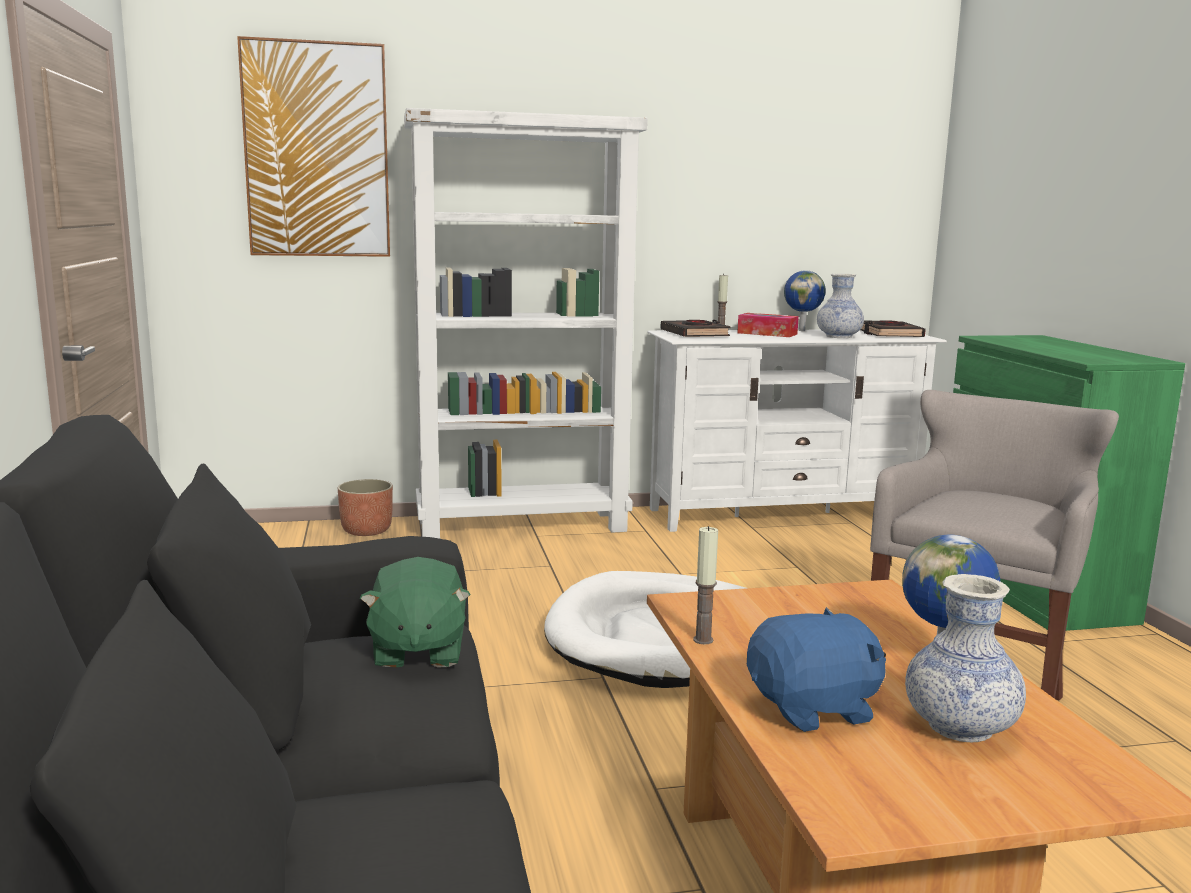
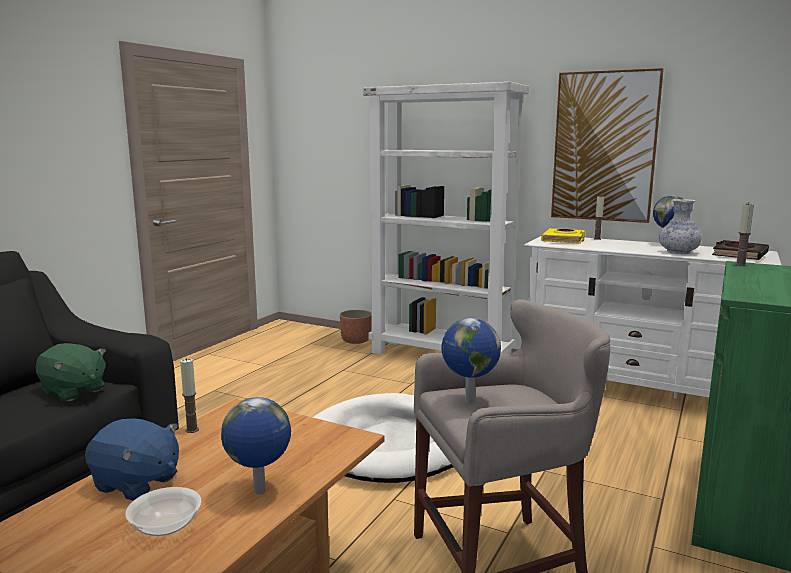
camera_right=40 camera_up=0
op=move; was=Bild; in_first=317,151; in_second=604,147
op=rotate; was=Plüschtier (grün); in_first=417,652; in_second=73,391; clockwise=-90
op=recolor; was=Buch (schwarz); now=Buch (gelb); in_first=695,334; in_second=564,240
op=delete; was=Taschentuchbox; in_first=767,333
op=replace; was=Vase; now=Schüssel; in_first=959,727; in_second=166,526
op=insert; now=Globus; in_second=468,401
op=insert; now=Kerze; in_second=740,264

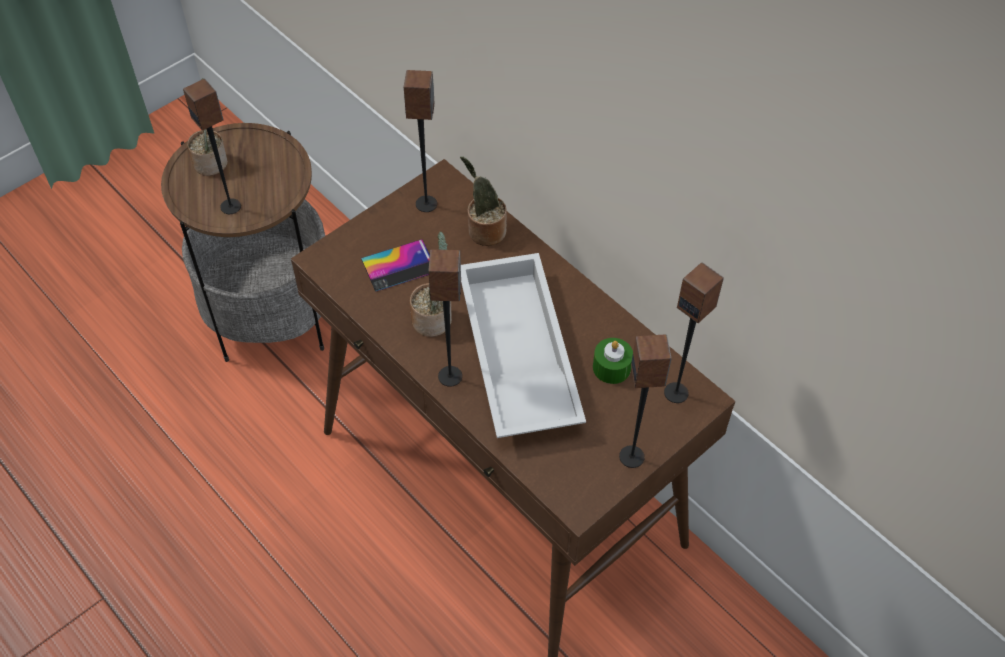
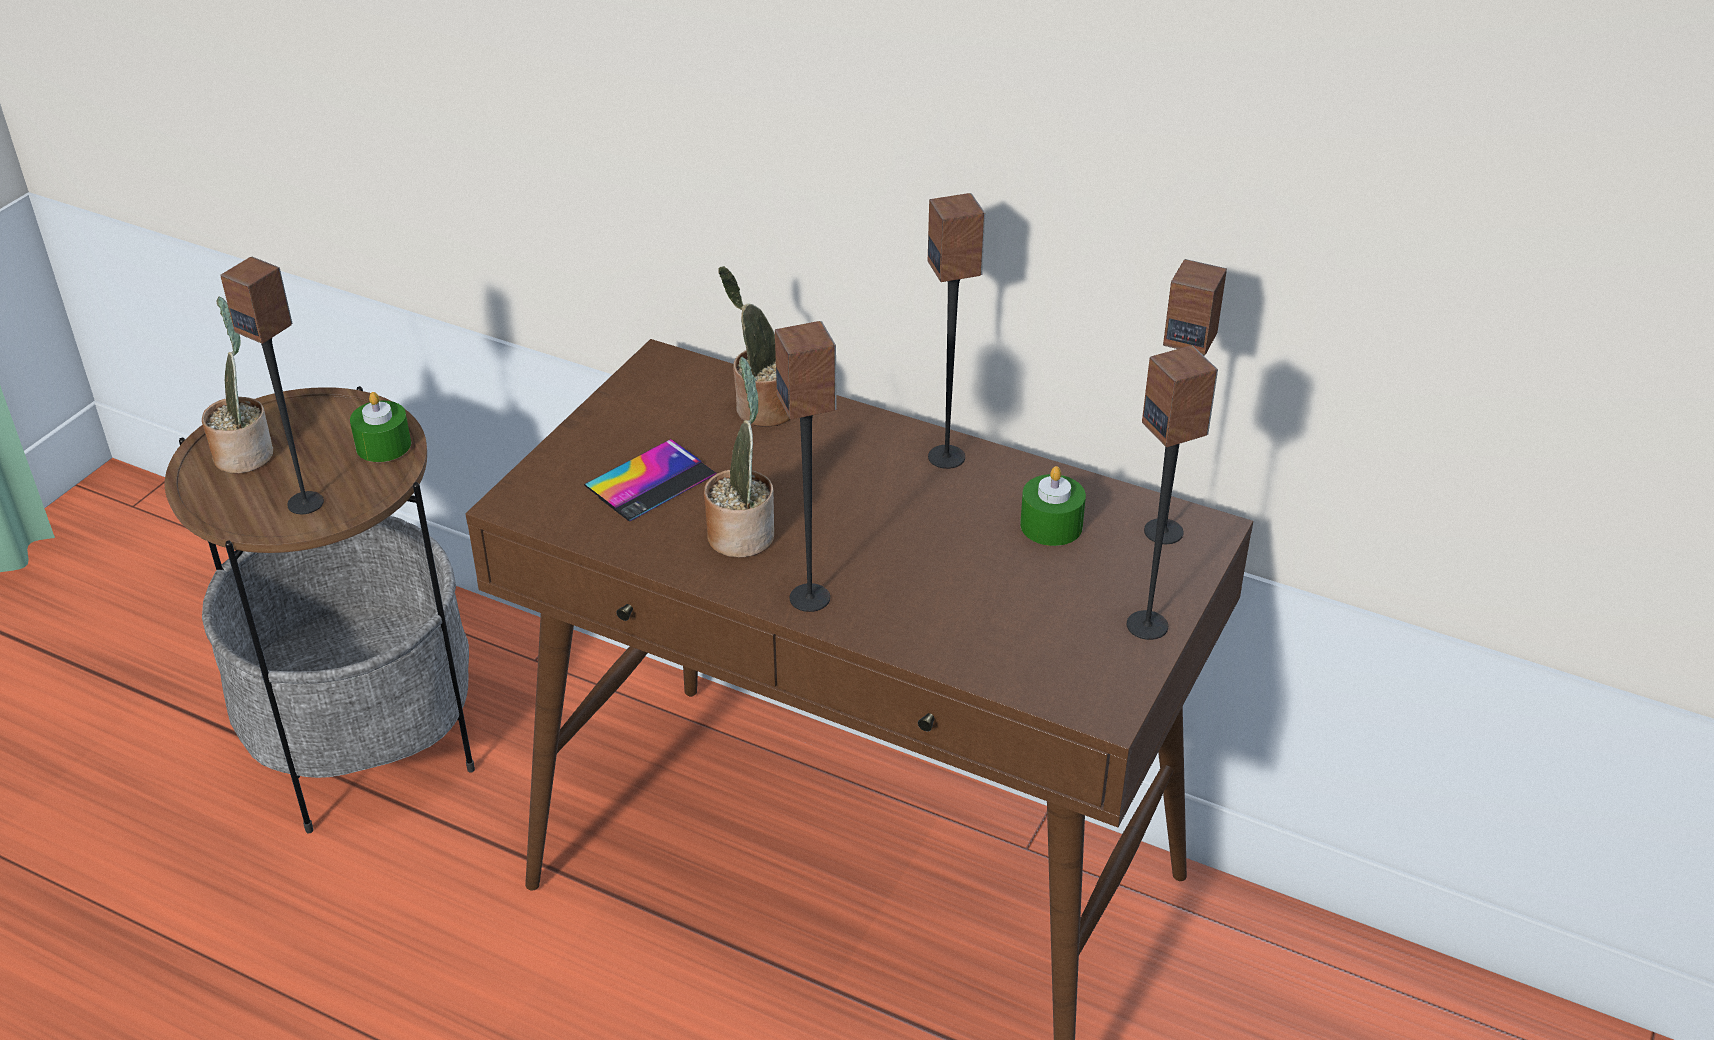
camera_right=-20 camera_up=-15
op=move; was=Lautsprecher; in_first=427,204; in_second=947,457
op=delete; was=Tablett (weiß); in_first=514,354
op=insert; now=Kerze (grün); in_second=383,445

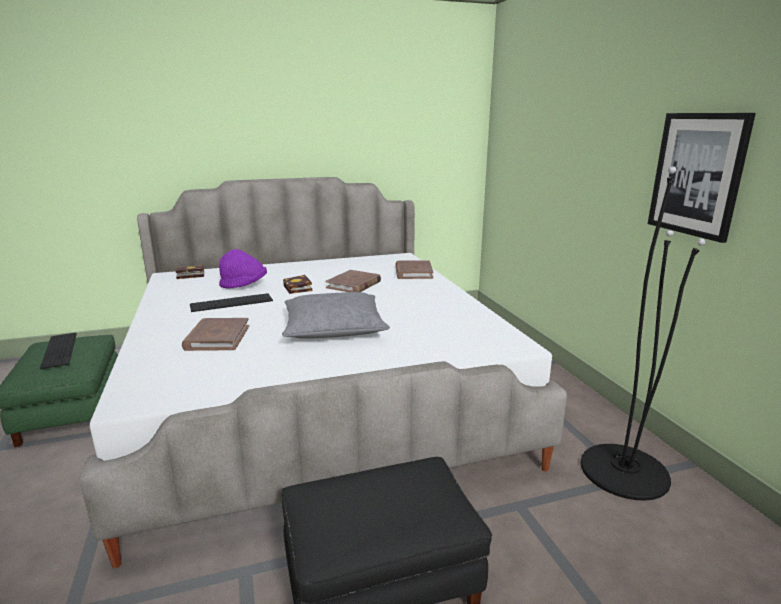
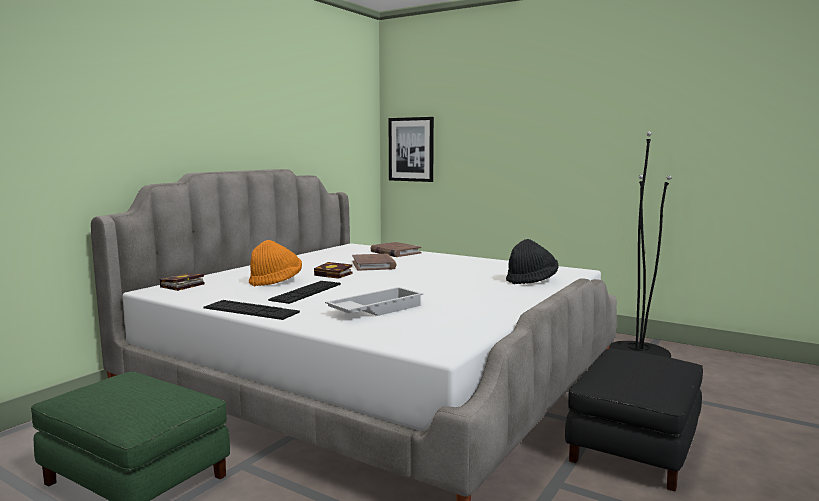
camera_right=-40 camera_up=-10
op=move; was=Tastatur; in_first=59,350; in_second=251,310
op=replace; was=Buch (braun); now=Tablett (weiß); in_first=217,337; in_second=375,309
op=recolor; was=Hut (lila); now=Hut (orange); in_first=244,286; in_second=276,282
op=delete; was=Kissen (grau); in_first=333,328
op=move; was=Bild; in_first=697,174; in_second=411,149
op=insert; now=Hut (schwarz); in_second=531,281

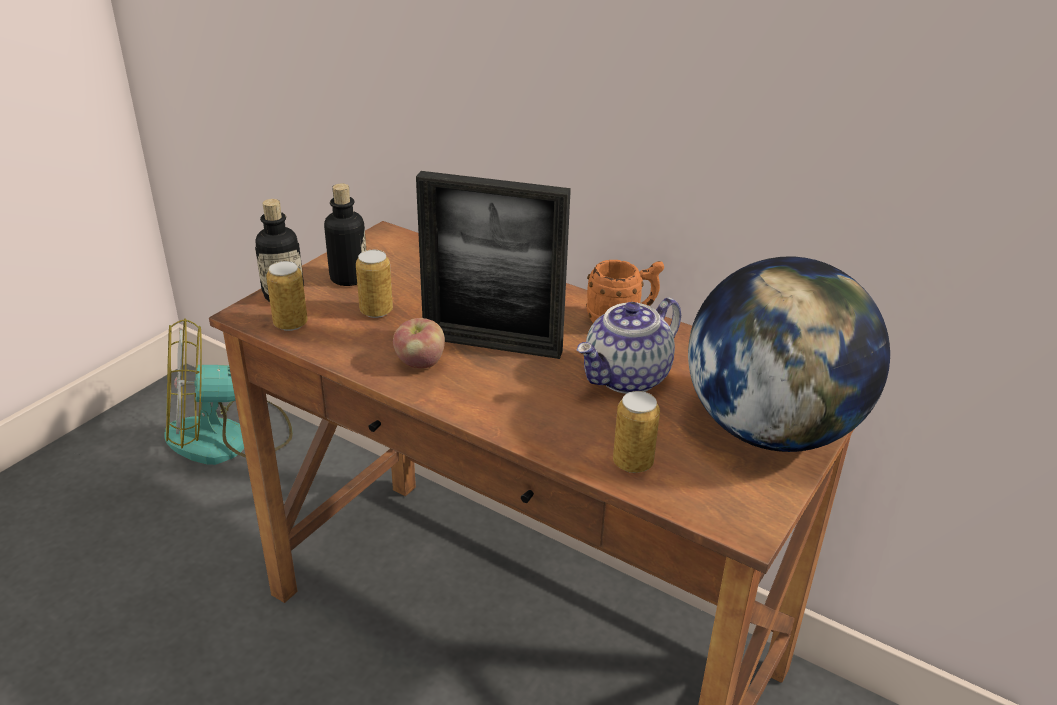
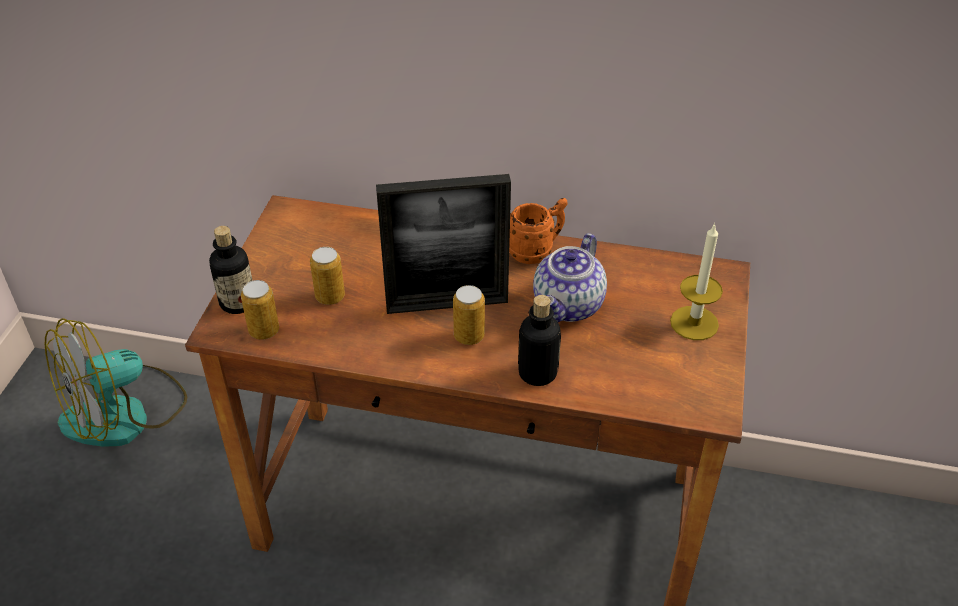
camera_right=-20 camera_up=10
op=move; was=Flasche; in_first=349,278; in_second=537,373
op=delete; was=Apfel; in_first=420,363
op=move; was=Dose; in_first=633,463; in_second=469,336
op=replace; was=Globus; now=Kerze; in_first=770,430; in_second=694,323

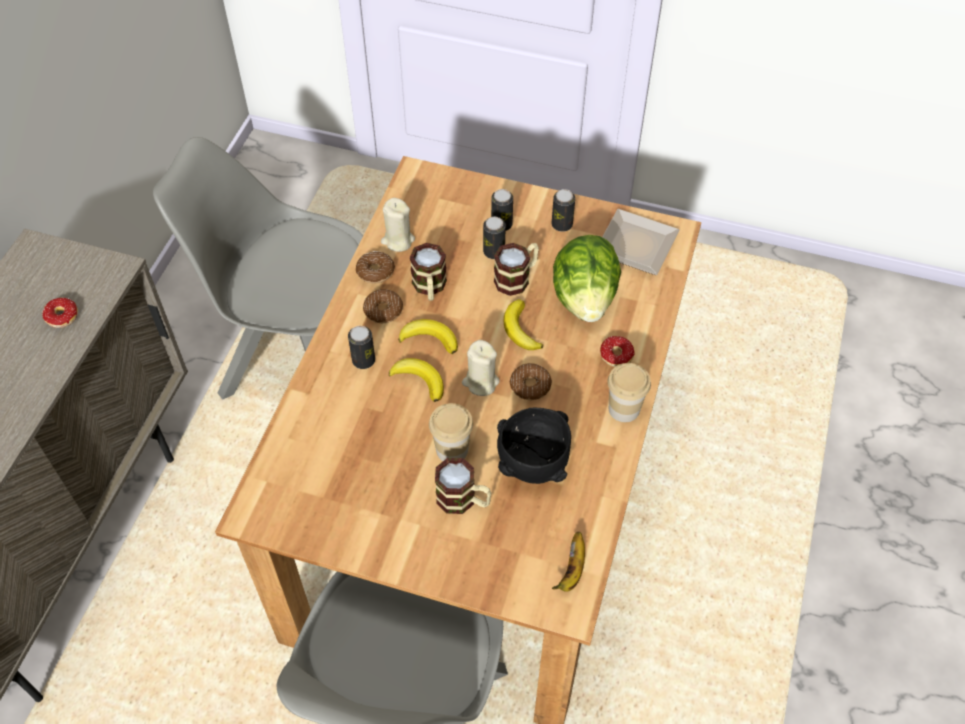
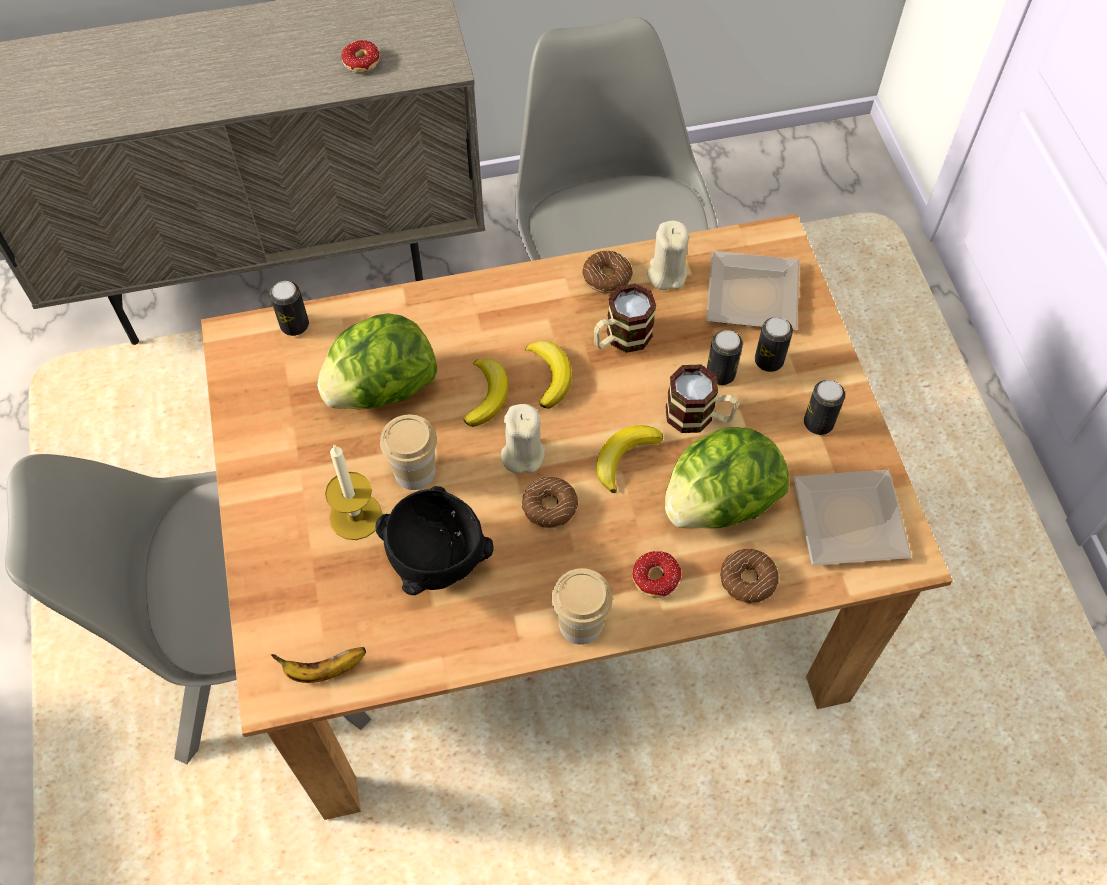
camera_right=60 camera_up=5
op=move; was=Dose; in_first=363,360; in_second=294,325
op=move; was=Donut; in_first=383,310; in_second=748,580
op=replace; was=Henkelbecher; now=Kerze; in_first=463,500; in_second=355,516
op=insert; now=Salatkopf; in_second=382,389
op=insert; now=Teller; in_second=749,297

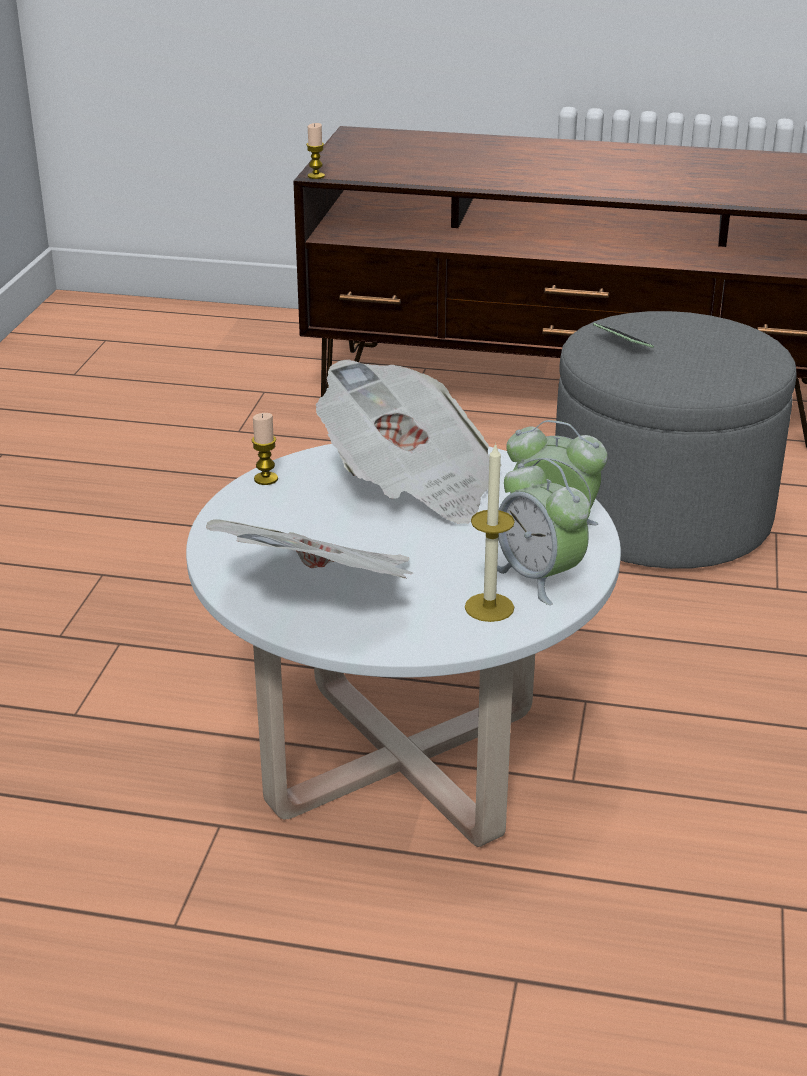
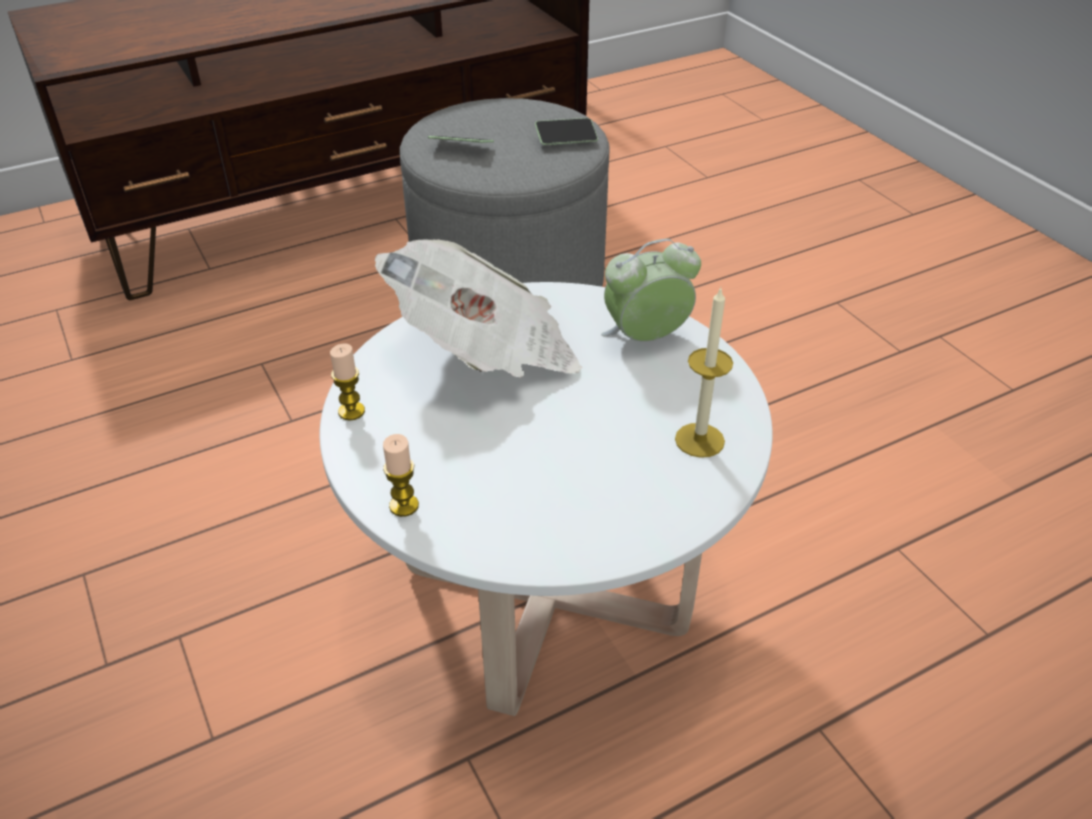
camera_right=-40 camera_up=10
op=delete; was=Zeitung; in_first=322,596
op=move; was=Kerze; in_first=316,176; in_second=404,506
op=delete; was=Wecker; in_first=539,577
op=insert; now=Handy; in_second=566,140

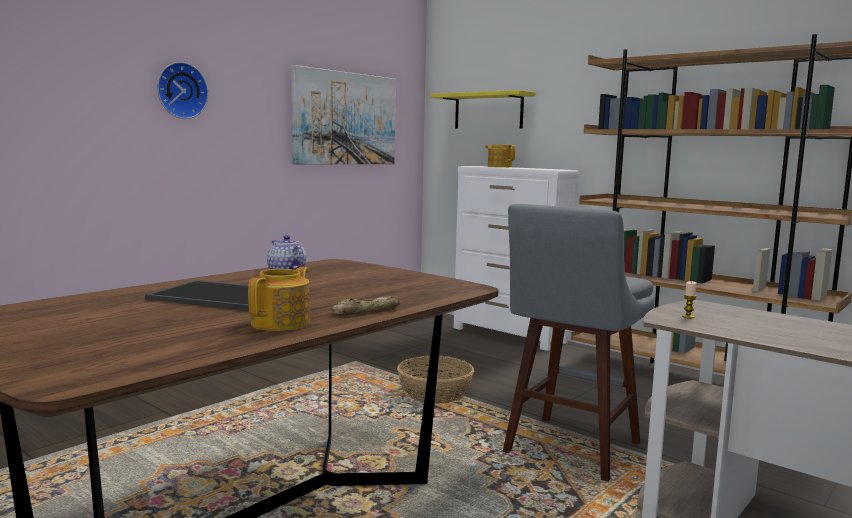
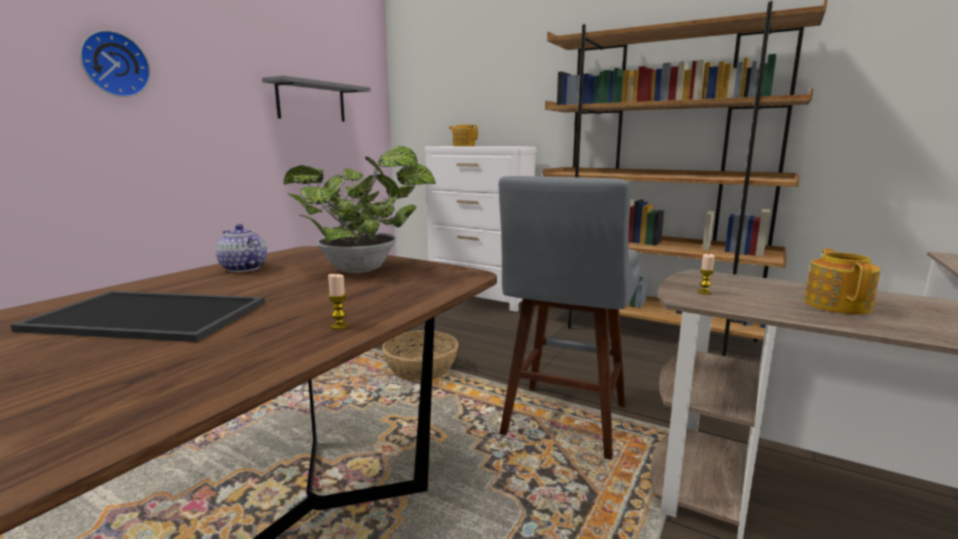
camera_right=-10 camera_up=5
op=move; was=Teekanne; in_first=282,323; in_second=837,305
op=replace; was=Bild; now=Wandregal (grau); in_first=345,118; in_second=311,102
op=replace; was=Brot; now=Kerze; in_first=365,311; in_second=339,326
op=delete; was=Wandregal (gelb); in_first=488,111
op=insert; now=Topfpflanze; in_second=365,269

